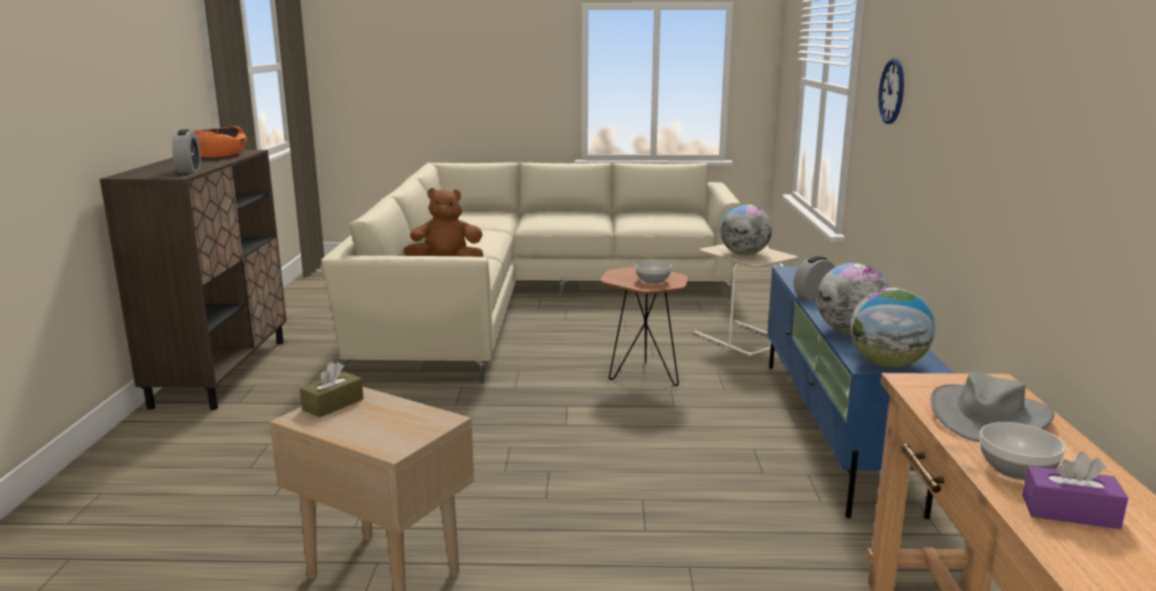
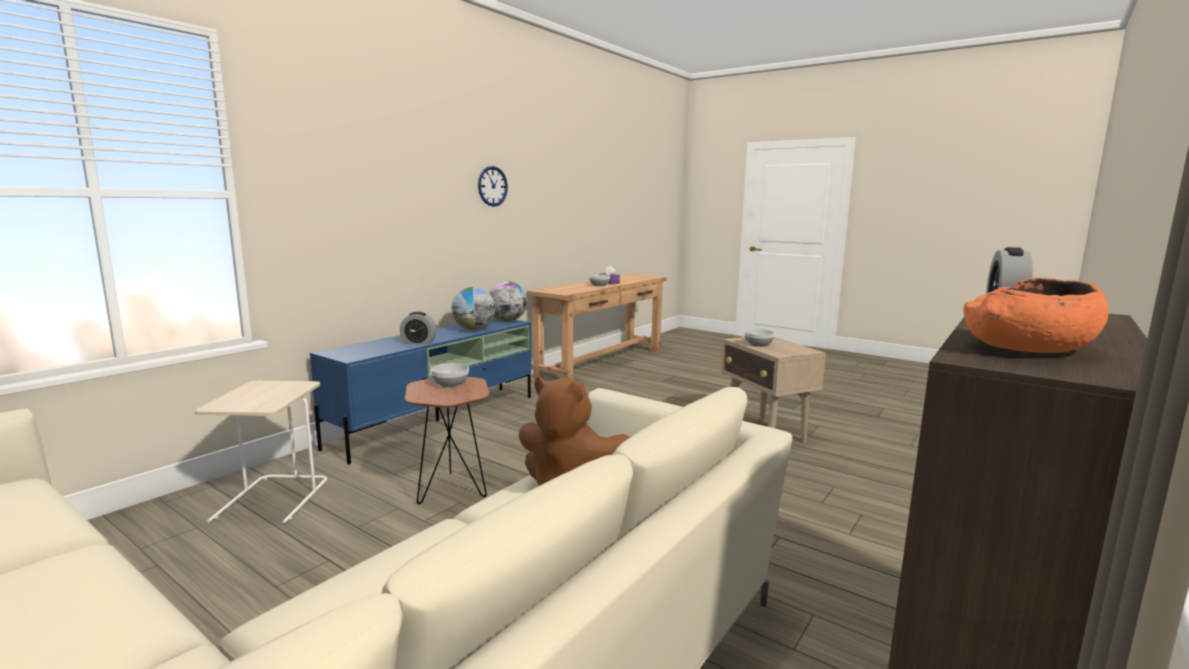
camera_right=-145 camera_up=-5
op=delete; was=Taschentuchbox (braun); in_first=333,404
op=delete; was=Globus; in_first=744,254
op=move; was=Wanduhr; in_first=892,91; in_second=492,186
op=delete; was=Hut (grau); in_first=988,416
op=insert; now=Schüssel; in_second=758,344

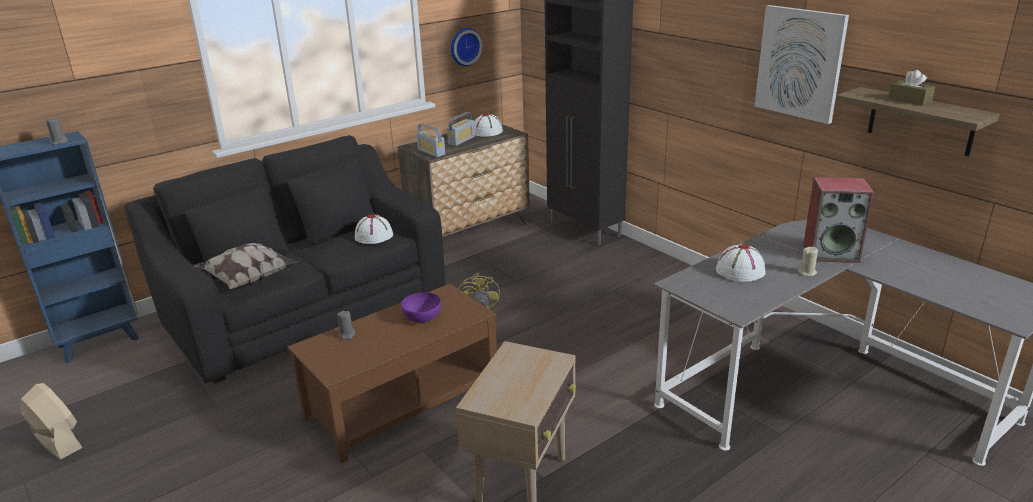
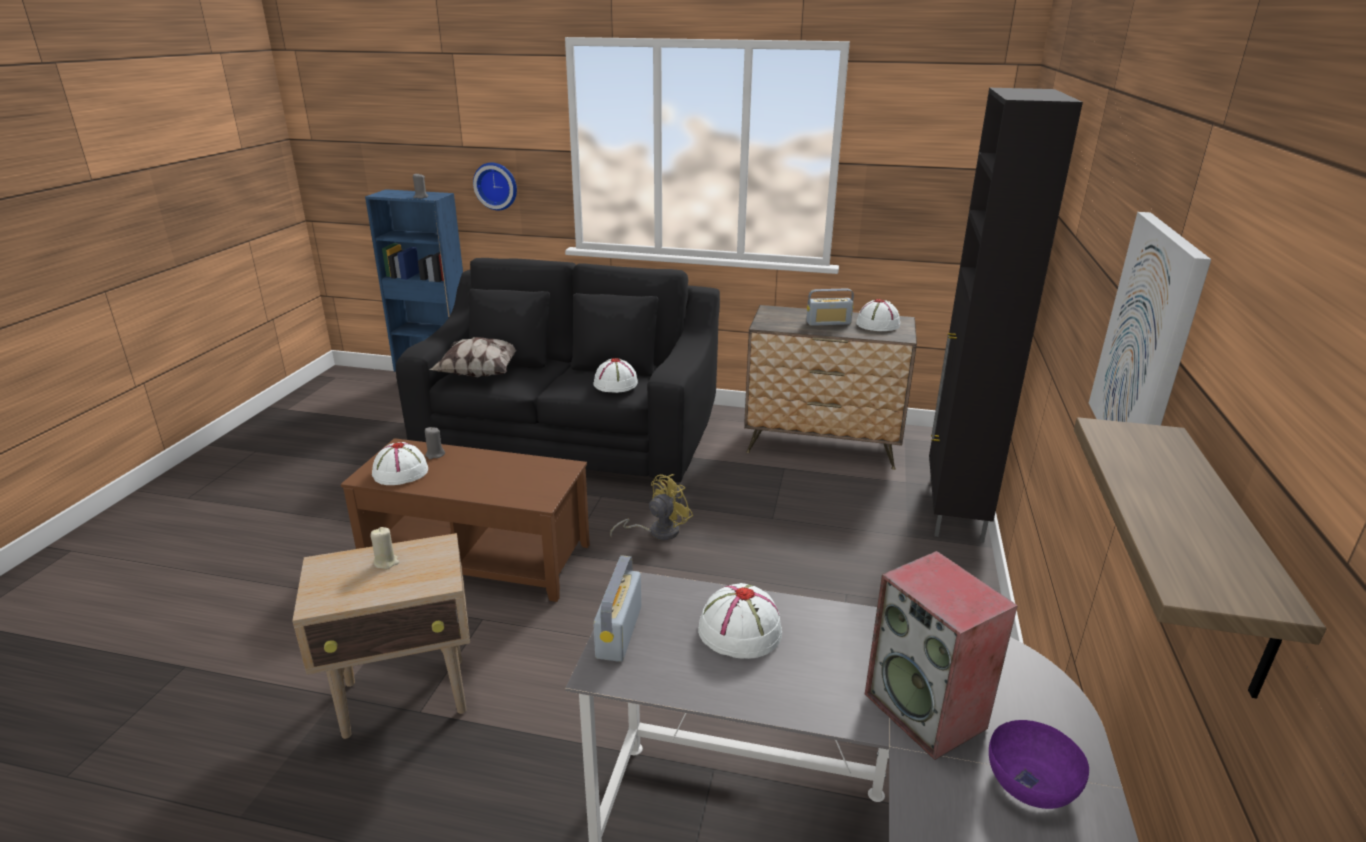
camera_right=50 camera_up=0
op=delete; was=Ventilator (beige); in_first=57,441
op=move; was=Schüssel (lila); in_first=422,317; in_second=1030,785
op=move; was=Radio; in_first=431,152; in_second=619,632
op=move; was=Wanduhr; in_first=464,46; in_second=496,185
op=move; was=Kerze (beige); in_first=807,272; in_second=386,562
op=delete; was=Taschentuchbox (braun); in_first=909,100
op=insert; now=Hut (weiß); in_second=400,472

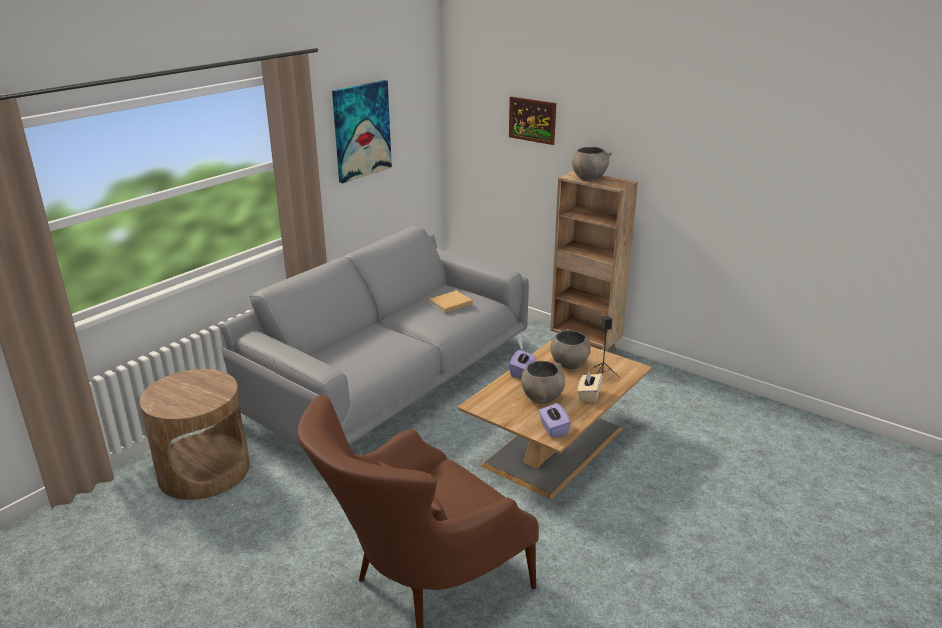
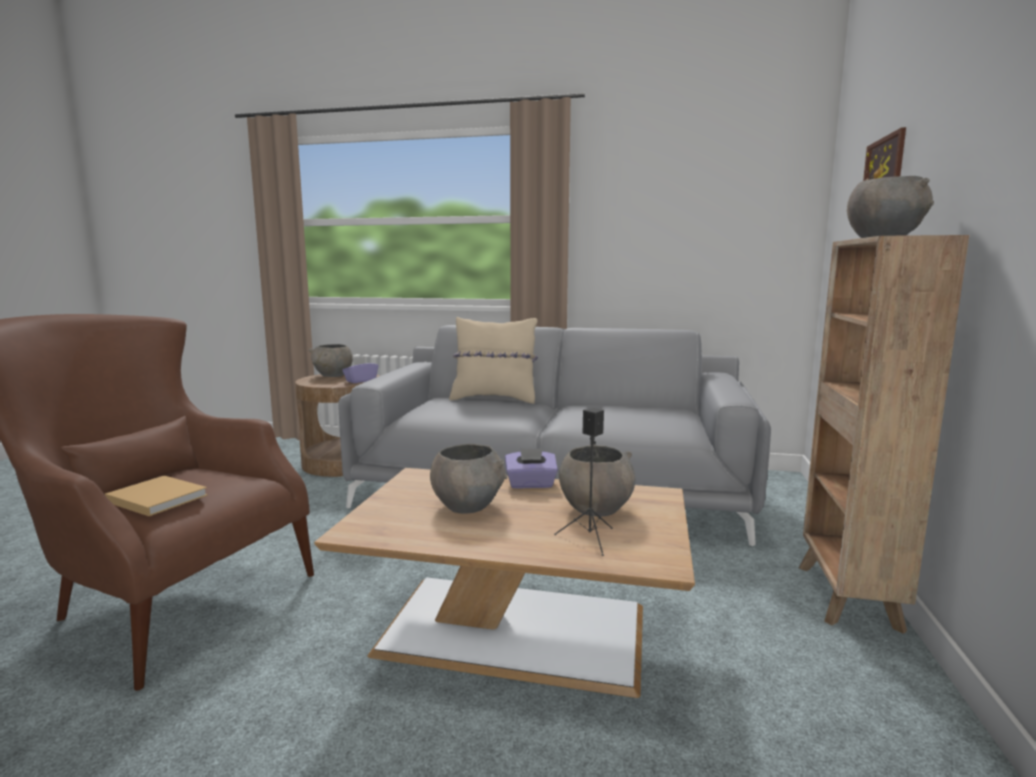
camera_right=65 camera_up=-15
op=delete; was=Bild; in_first=361,130
op=move; was=Buch (beige); in_first=449,303; in_second=156,498
op=move; was=Taschentuchbox (lila); in_first=553,429; in_second=360,381
op=delete; was=Taschentuchbox (beige); in_first=589,395
op=insert; now=Schüssel (grau); in_second=333,376
op=insert; now=Kissen (beige); in_second=494,399

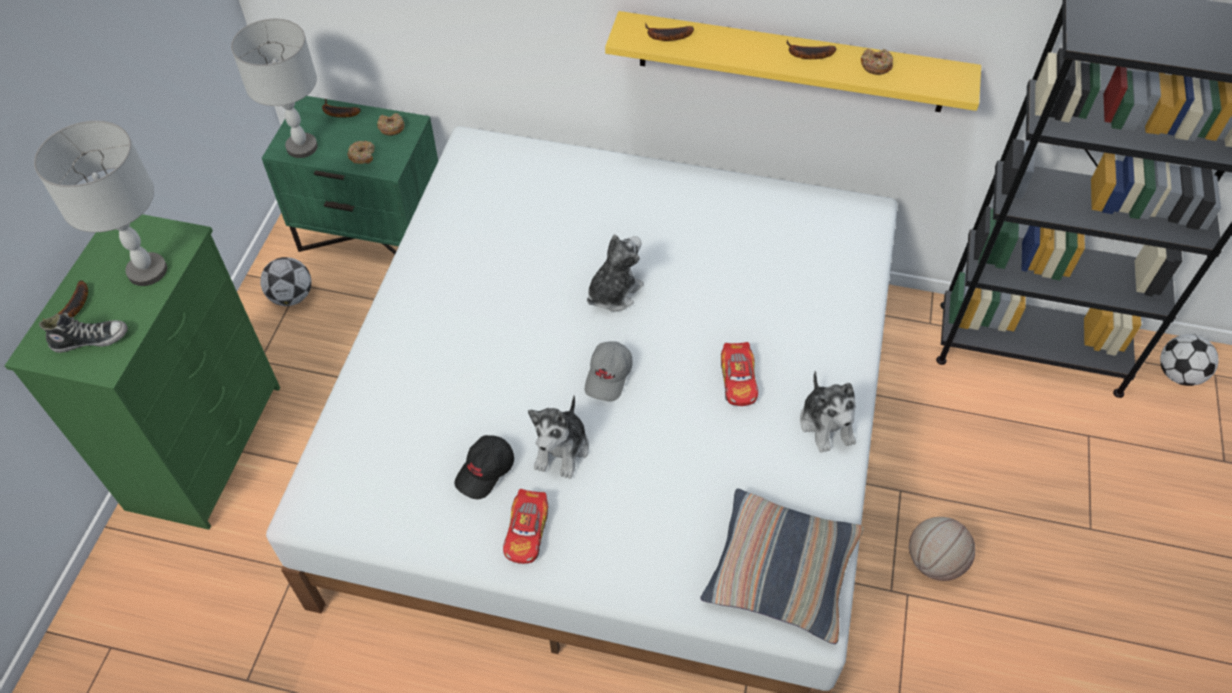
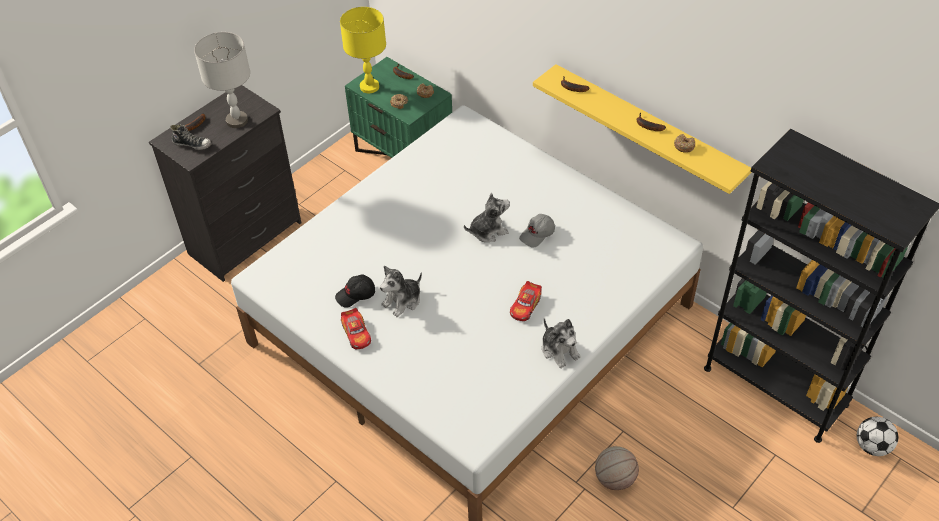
camera_right=30 camera_up=-5
op=recolor; was=Kommode (grün); now=Kommode (schwarz); in_first=207,445; in_second=246,238
op=recolor; was=Tischlampe (grau); now=Tischlampe (gelb); in_first=301,147; in_second=369,87
op=delete; was=Fußball; in_first=292,296
op=rotate; was=Spielzeugauto; in_first=526,532; in_second=356,333; clockwise=-60
op=move; was=Kappe (grau); in_first=609,376; in_second=537,234
op=delete; was=Kissen; in_first=781,571
op=rotate; was=Plüschtier; in_first=826,424; in_second=559,350; clockwise=-45

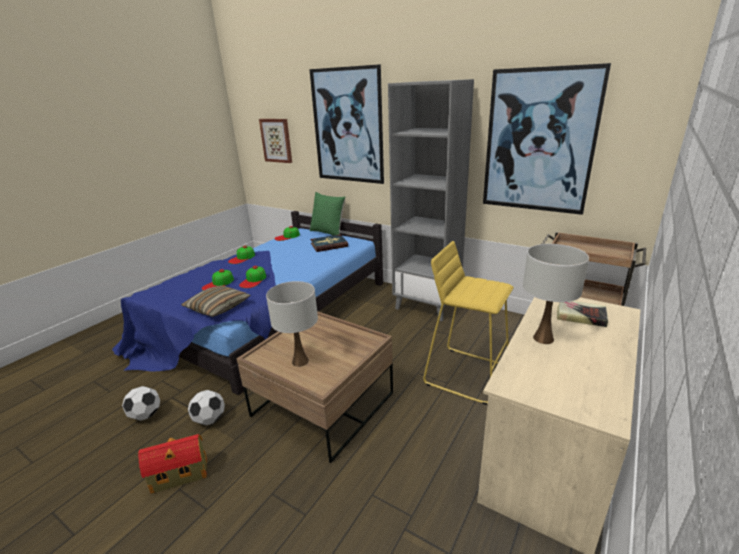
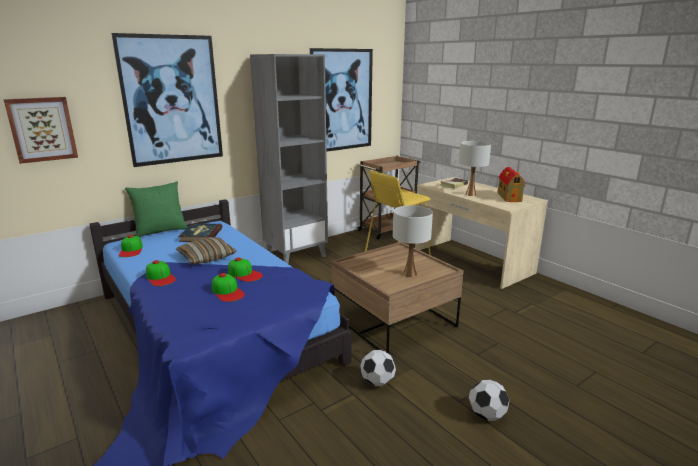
camera_right=-70 camera_up=-5
op=move; was=Fußball; in_first=146,415; in_second=486,415
op=move; was=Spielzeughaus; in_first=181,475; in_second=509,197
op=move; was=Kissen; in_first=218,307; in_second=207,257

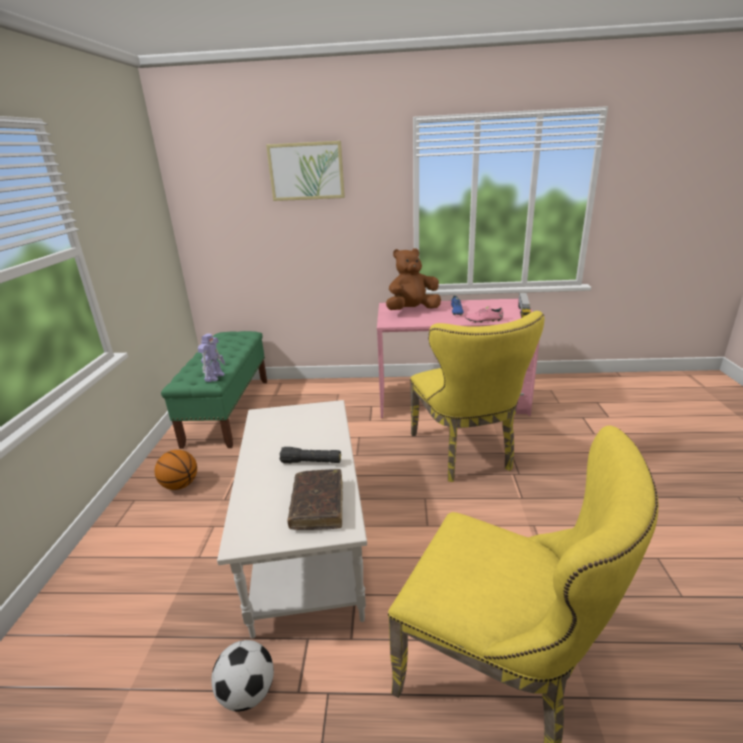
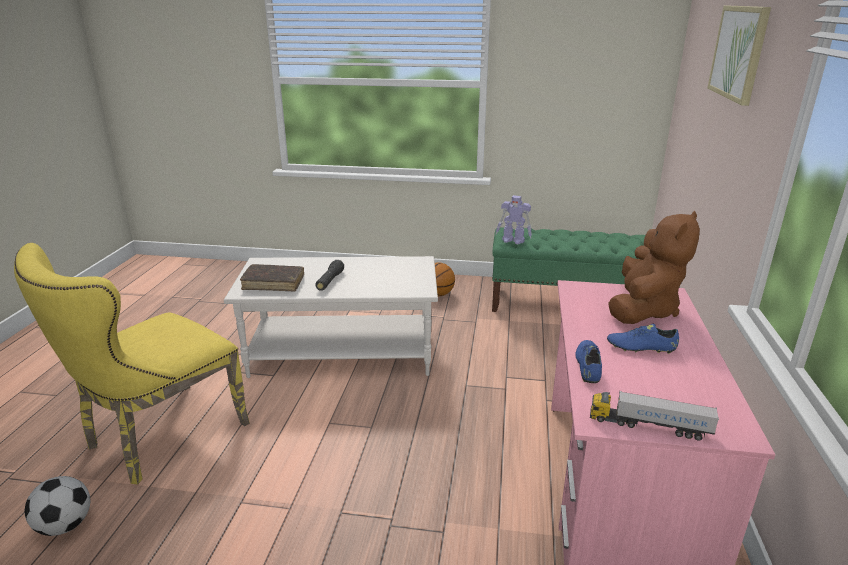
camera_right=95 camera_up=0
op=move; was=Fußball; in_first=247,692; in_second=65,525
op=rotate; was=Plüschtier (braun); in_first=412,310; in_second=643,310; clockwise=45
op=delete; was=Stuhl (gelb); in_first=465,454
op=recolor; was=Schuh (rosa); now=Schuh (blau); in_first=483,320; in_second=588,367

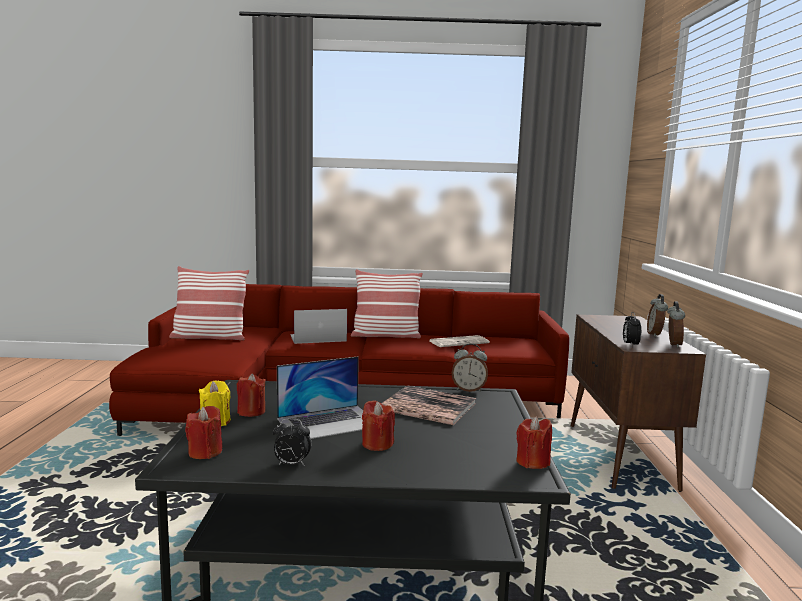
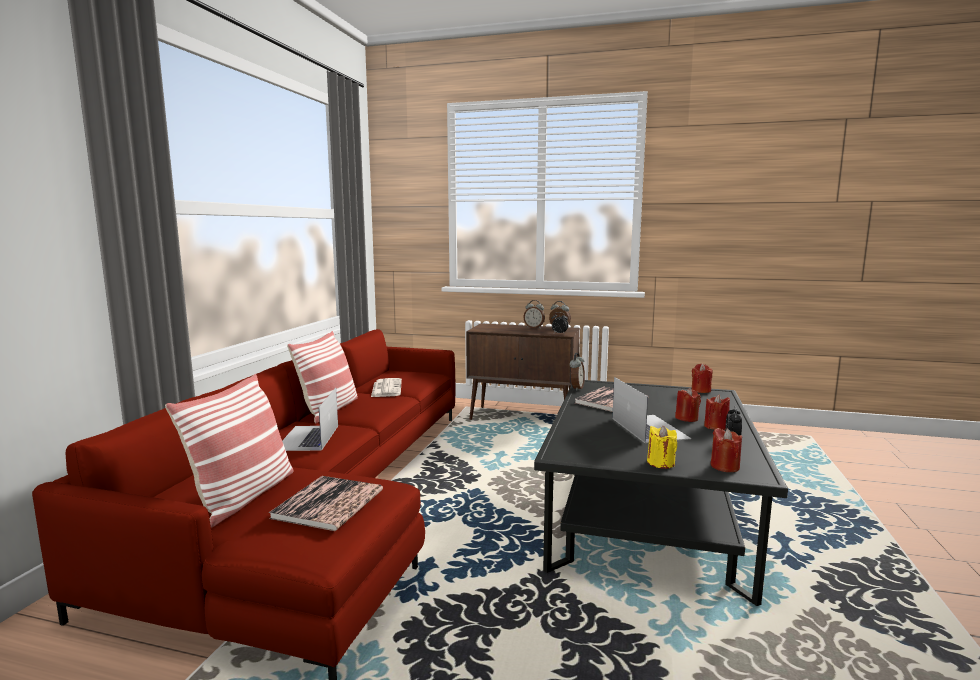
camera_right=-75 camera_up=0
op=move; was=Kerze (rot); in_first=251,412; in_second=716,427
op=insert; now=Buch; in_second=329,504

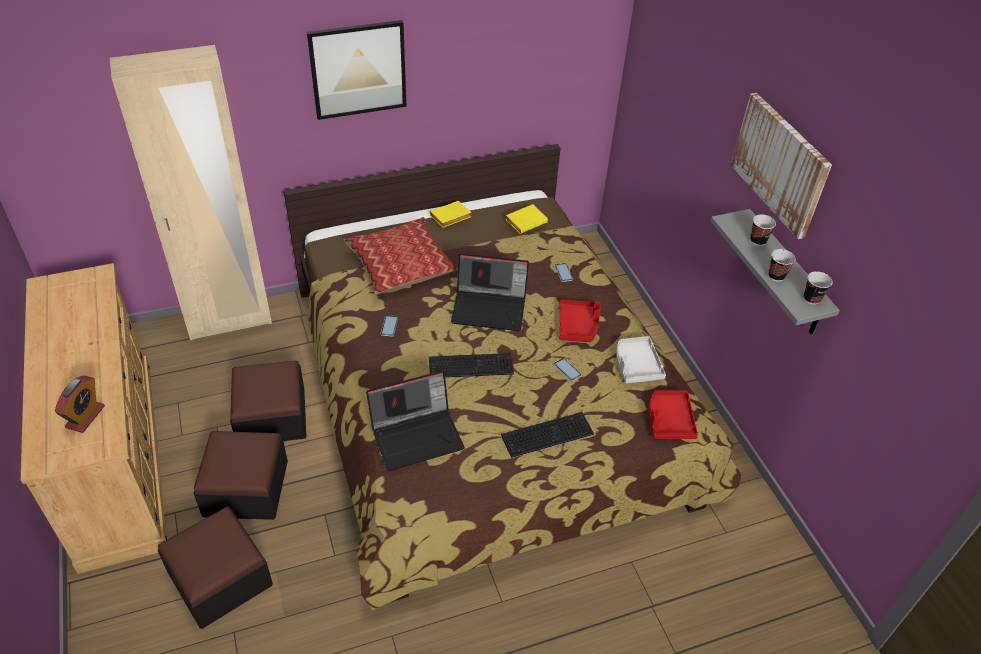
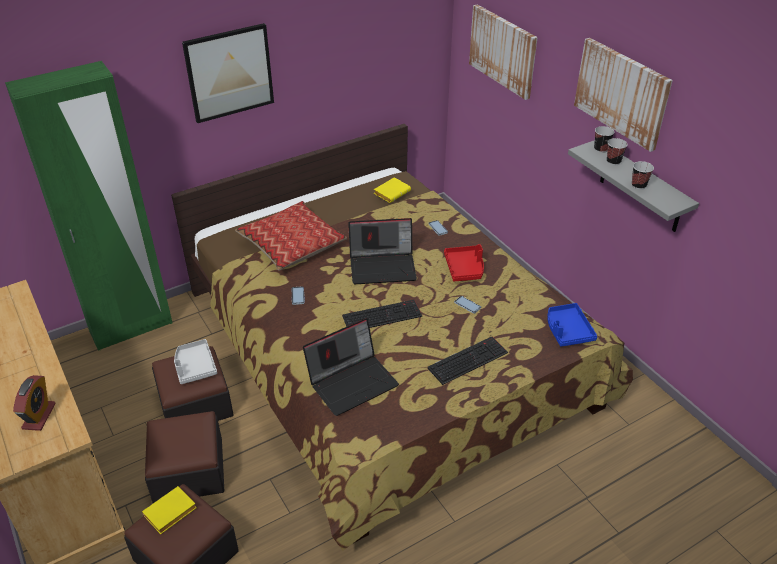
camera_right=-10 camera_up=-5
op=recolor; was=Kleiderschrank (beige); now=Kleiderschrank (grün); in_first=229,321; in_second=131,328
op=move; was=Buch (gelb); in_first=450,218; in_second=169,514
op=move; was=Tablett (grau); in_first=636,365; in_second=194,367
op=recolor; was=Tablett (rot); now=Tablett (blau); in_first=669,420; in_second=567,330
op=move; was=Tasse; in_first=812,299; in_second=601,149
op=insert; now=Bild; in_second=503,50

